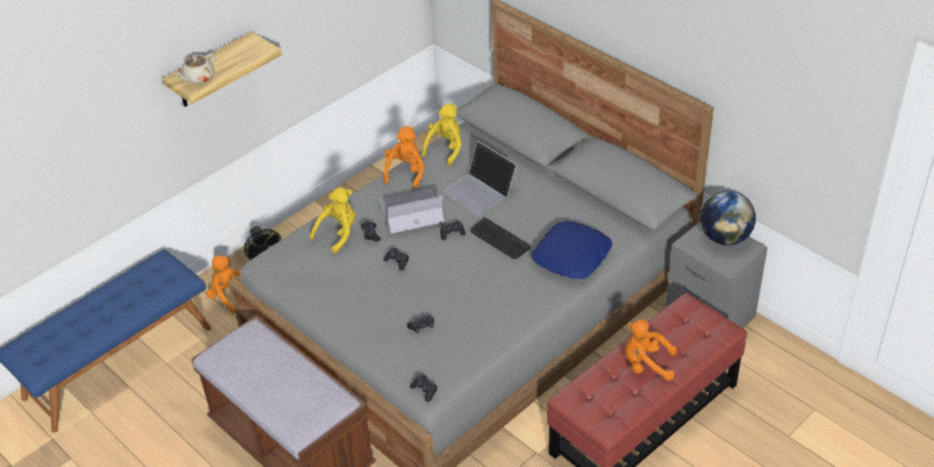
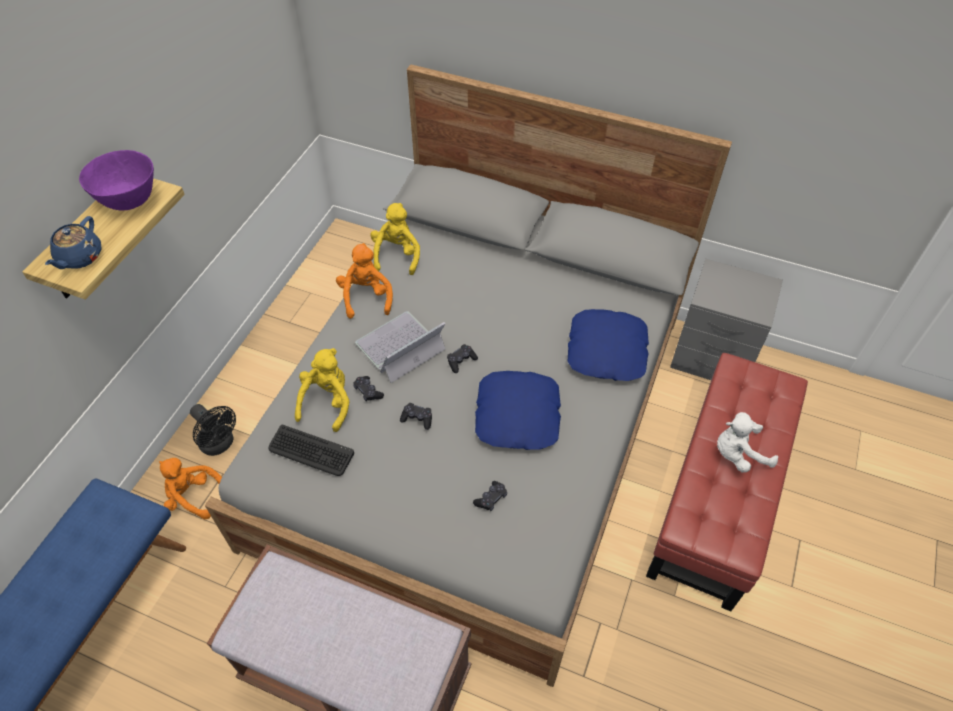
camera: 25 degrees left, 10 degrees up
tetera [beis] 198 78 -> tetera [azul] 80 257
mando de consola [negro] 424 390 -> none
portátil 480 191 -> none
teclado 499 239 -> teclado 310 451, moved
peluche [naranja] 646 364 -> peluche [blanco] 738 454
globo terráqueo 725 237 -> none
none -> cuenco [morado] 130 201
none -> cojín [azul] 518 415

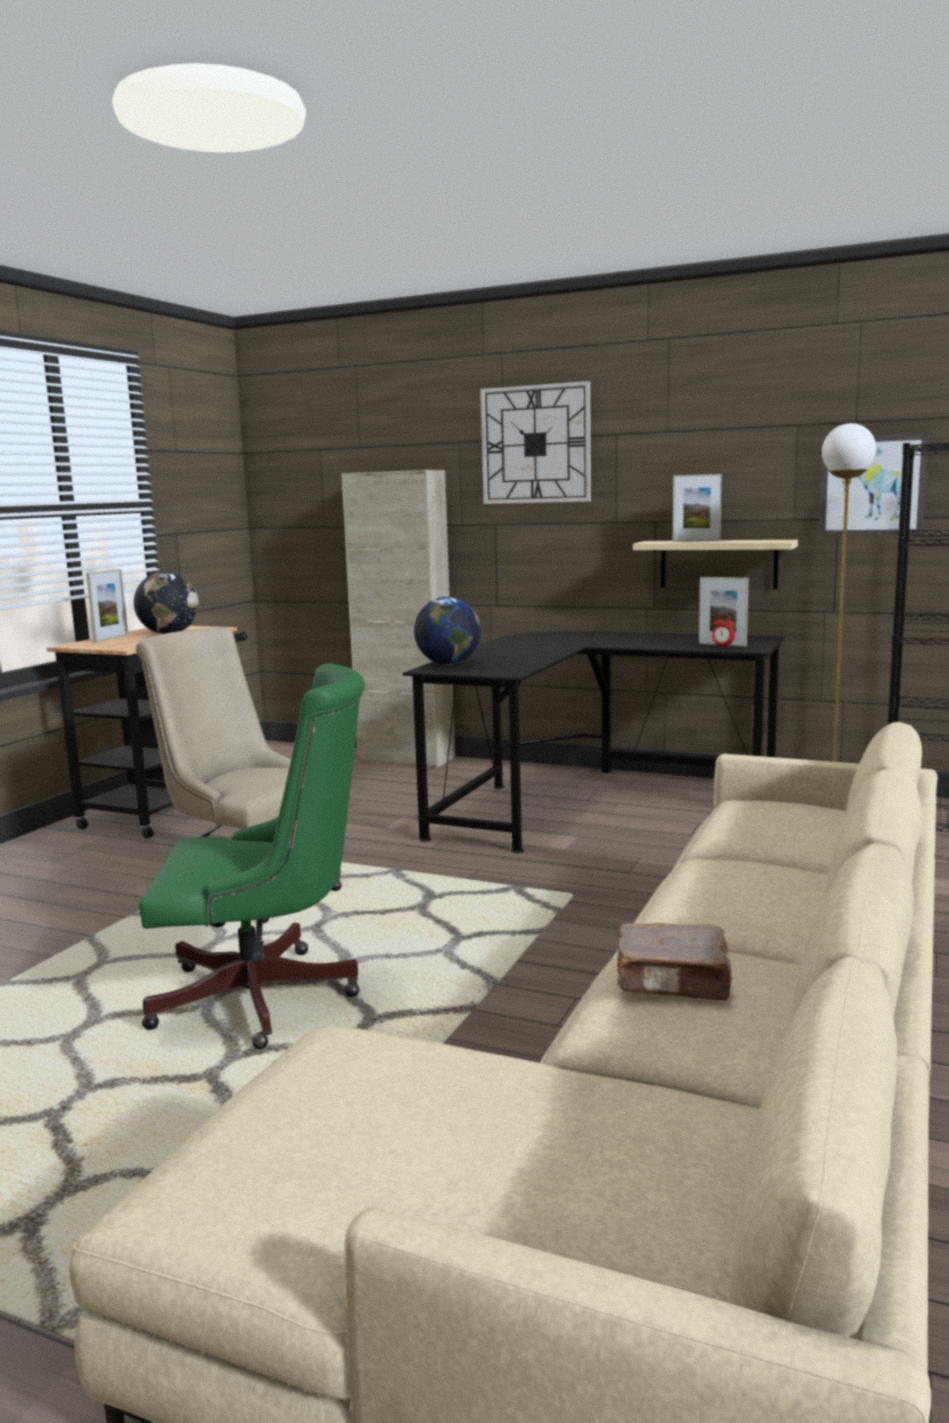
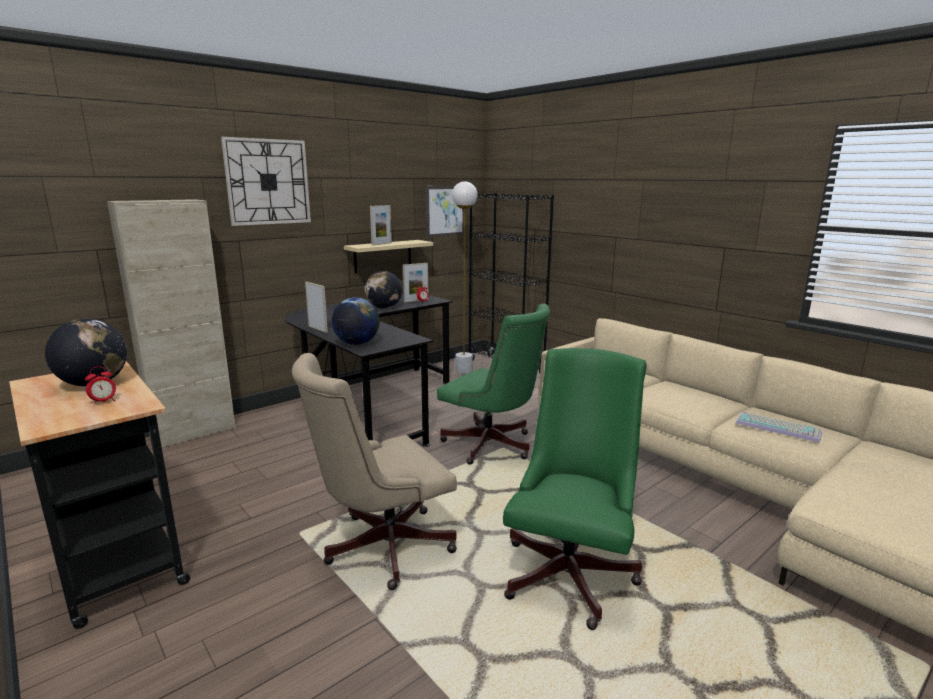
camera: 65 degrees left, 5 degrees up
portarretratos 111 638 -> portarretratos 318 329, moved
libro [marrón] 674 982 -> teclado 779 427
none -> despertador 104 402
none -> globo terráqueo 384 308
none -> silla de oficina [verde] 493 446

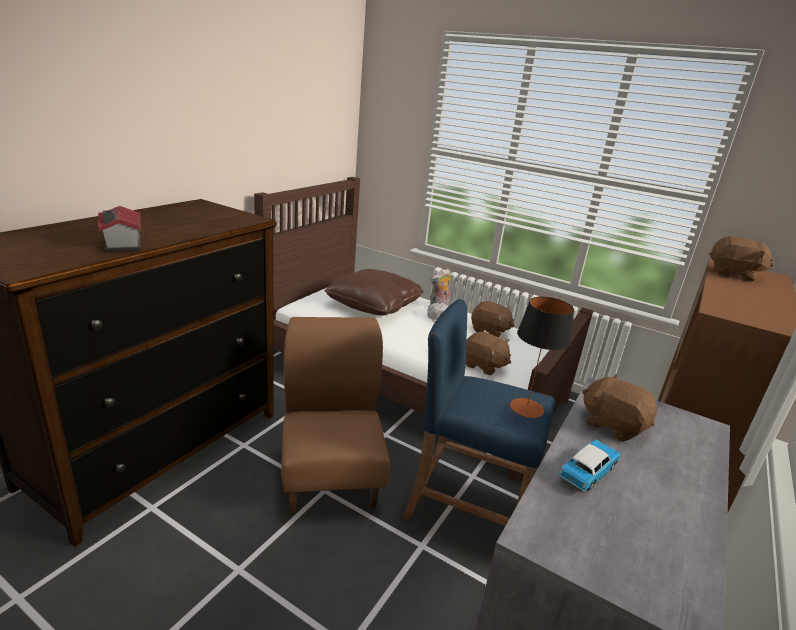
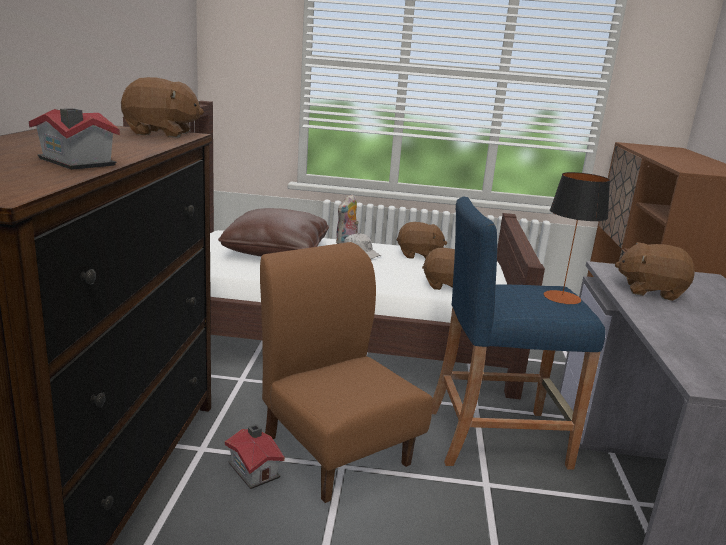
camera: 25 degrees left, 5 degrees down
coche de juguete 587 472 -> none
peluche [marrón] 733 274 -> peluche [marrón] 161 133, moved
none -> casita 254 469

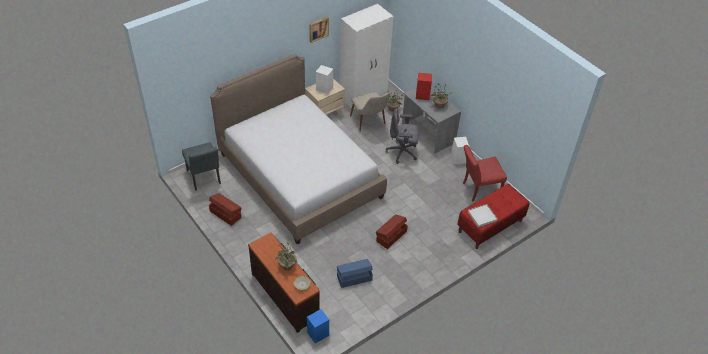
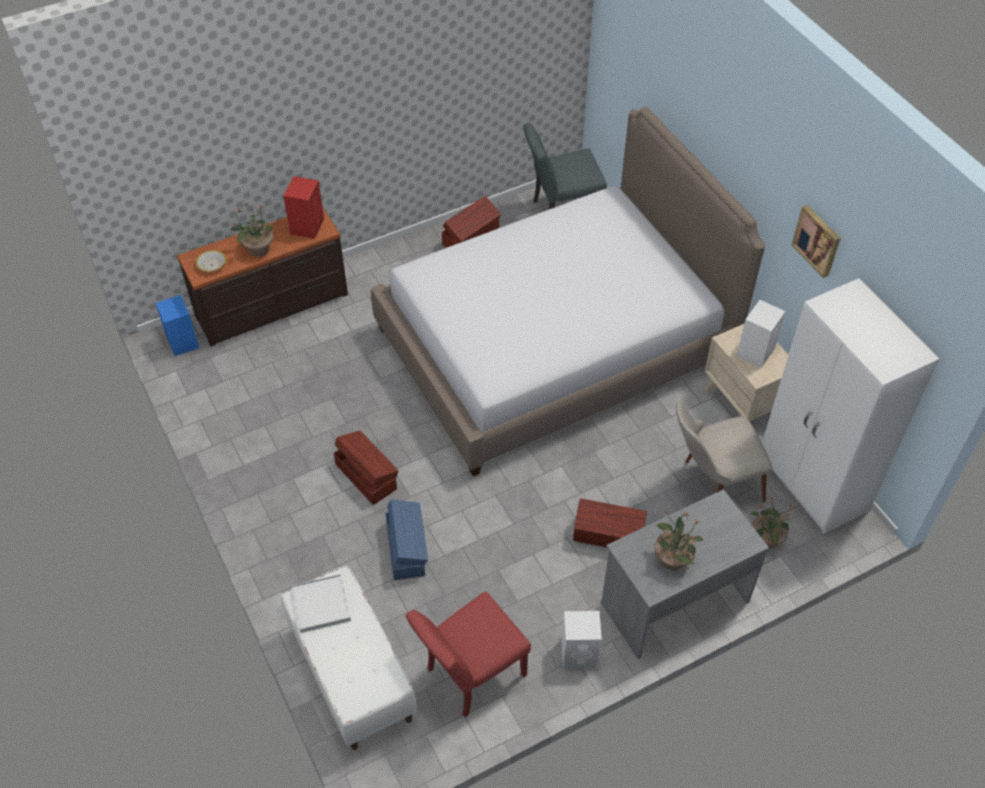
camera: 100 degrees right, 5 degrees up
caja de almacenaje [azul] 354 278 -> caja de almacenaje [azul] 406 548, moved
silla de oficina [gris] 402 152 -> caja de almacenaje [marrón] 608 535
altavoz [rojo] 422 95 -> altavoz [rojo] 307 225, moved
banco [rojo] 490 226 -> banco [blanco] 351 673
silla [rojo] 478 189 -> silla [rojo] 469 676, 120 degrees counterclockwise

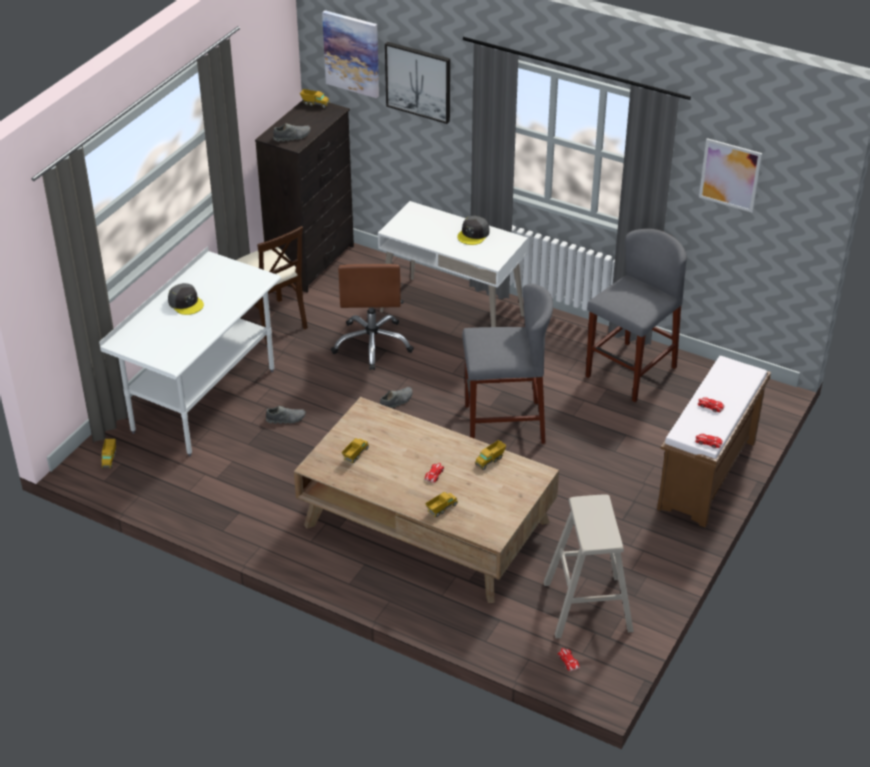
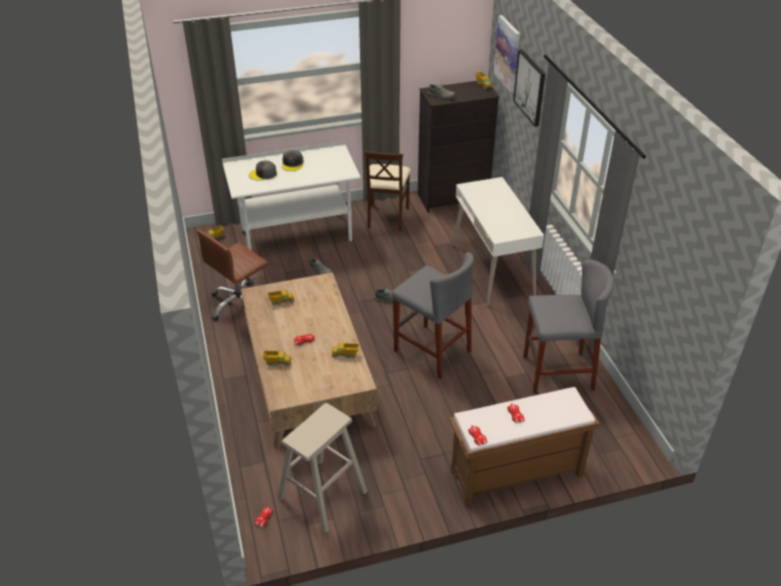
camera: 45 degrees right, 0 degrees up
silla de oficina [marrón] 372 344 -> silla de oficina [marrón] 241 304, moved
gorra [gris] 473 234 -> gorra [gris] 263 174, moved
cuadro 730 175 -> none

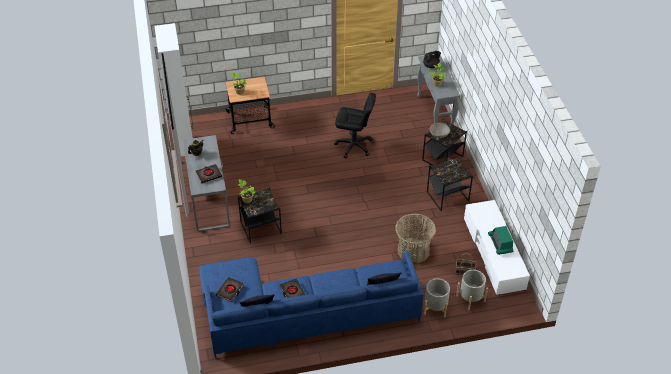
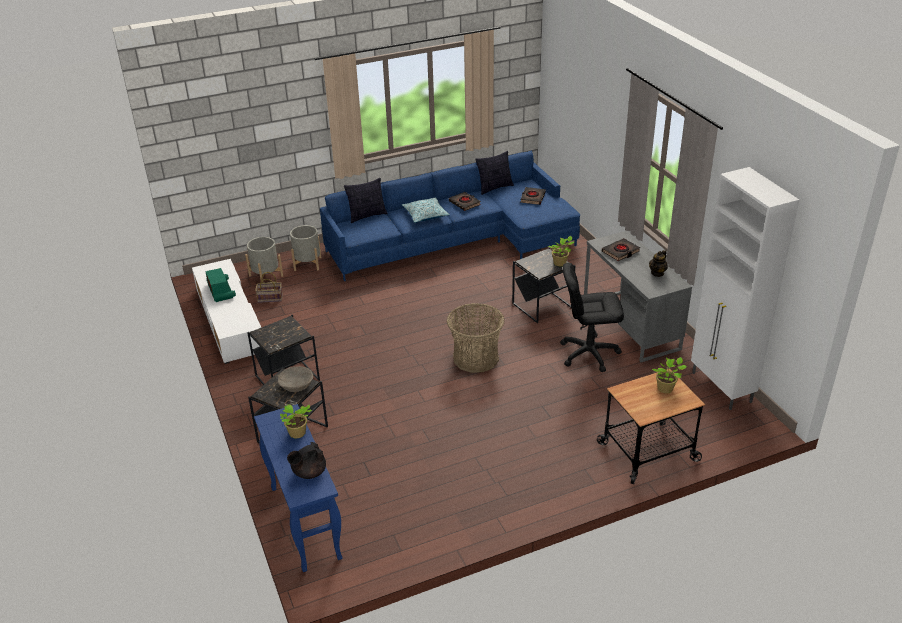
camera: 170 degrees right, 10 degrees down
silla de oficina [negro] 354 146 -> silla de oficina [negro] 589 353, moved
cesta 413 251 -> cesta 475 358, moved
mesa consola [gris] 435 113 -> mesa consola [azul] 304 521
none -> cojín 425 215

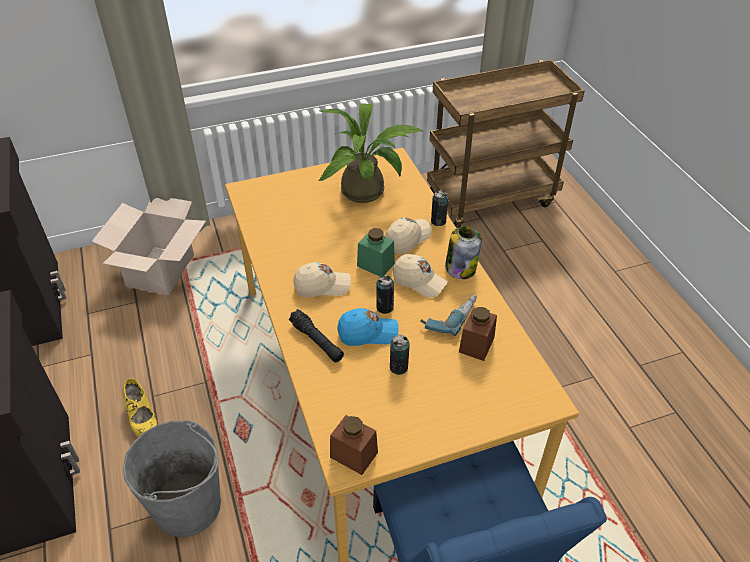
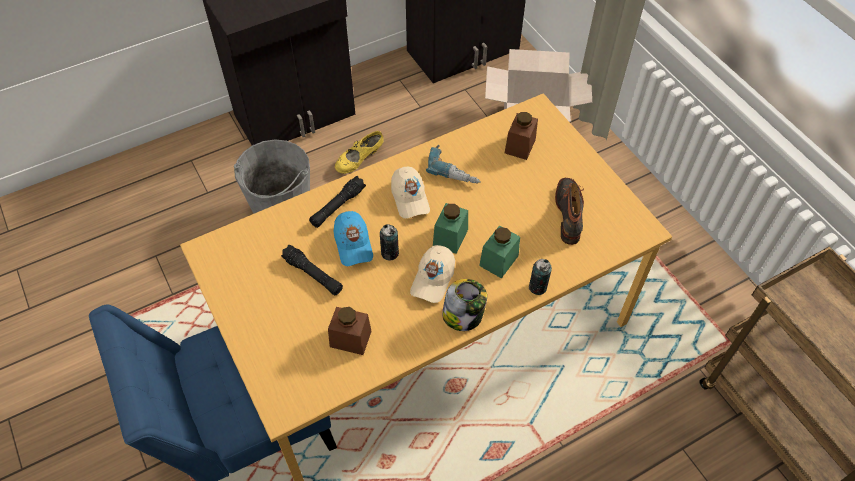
camera: 80 degrees right, 10 degrees up
planta en maceta 368 192 -> bota 570 214
tarro [marrón] 354 454 -> tarro [marrón] 520 146, moved
gorra [beis] 407 239 -> tarro [verde] 499 260
lata 399 367 -> linterna [negro] 313 274
taladro 449 316 -> taladro 455 169, moved

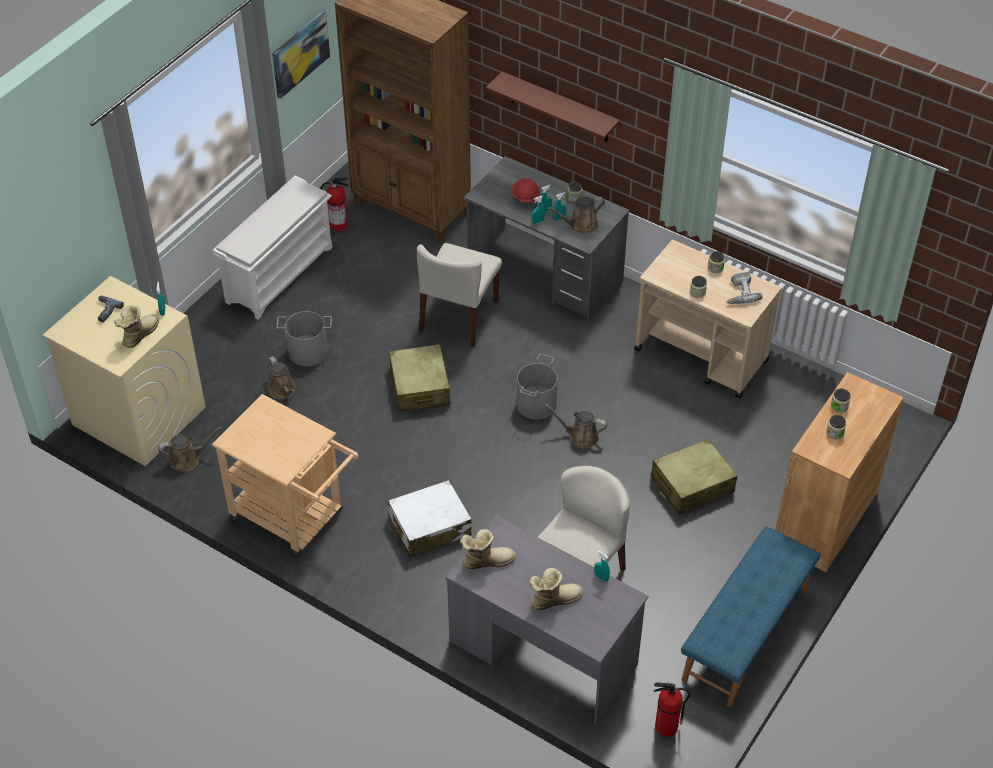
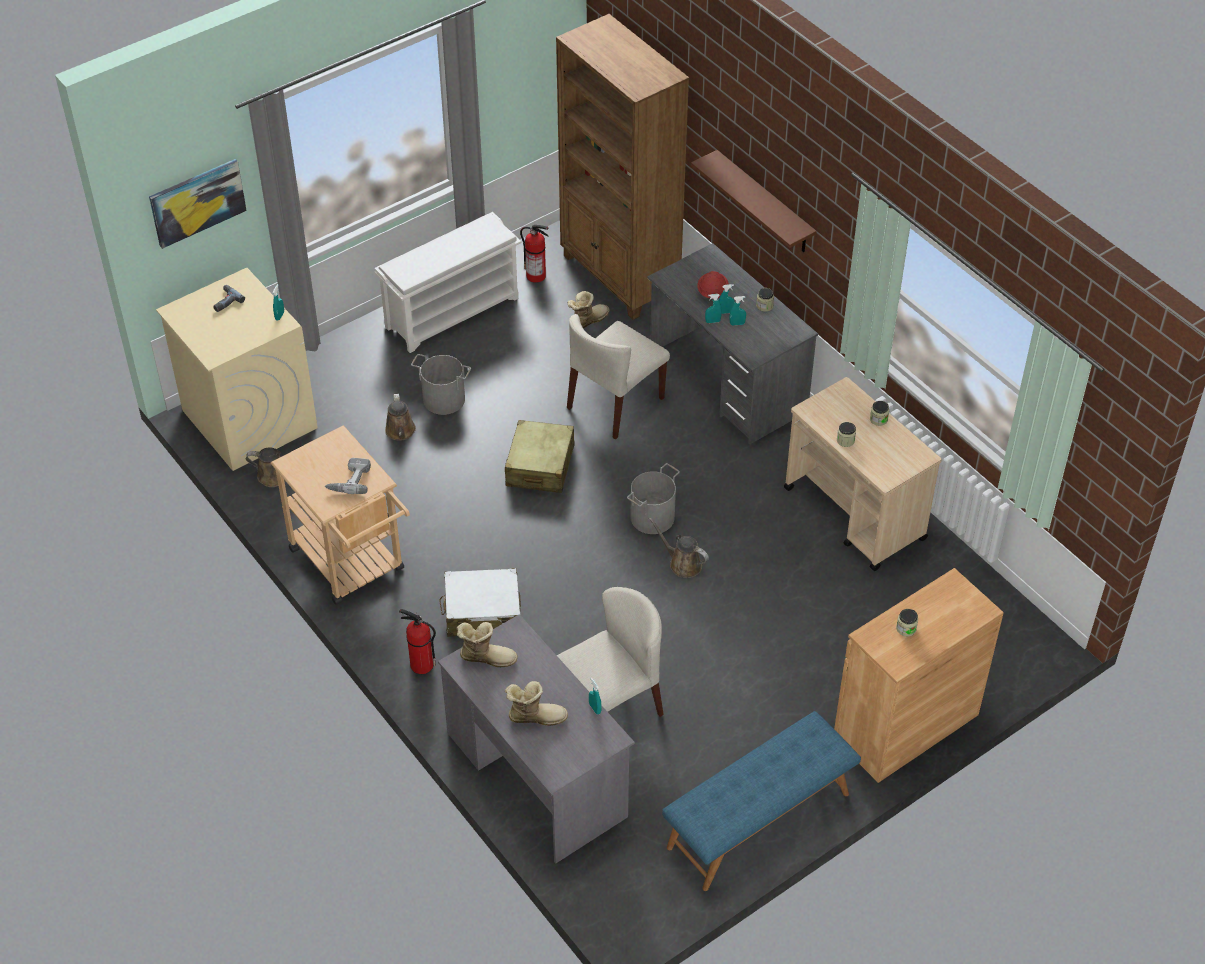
camera: 20 degrees right, 0 degrees up
bota 138 335 -> bota 587 320, moved
cuadro 300 54 -> cuadro 197 202, moved
regadera [marrón] 580 225 -> none
maleta [beis] 691 485 -> none
extintor 665 727 -> extintor 421 665, moved
taladro 739 293 -> taladro 349 480, moved
tarro 839 406 -> none

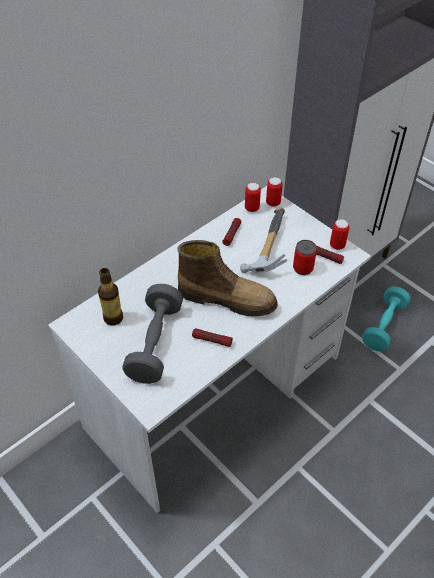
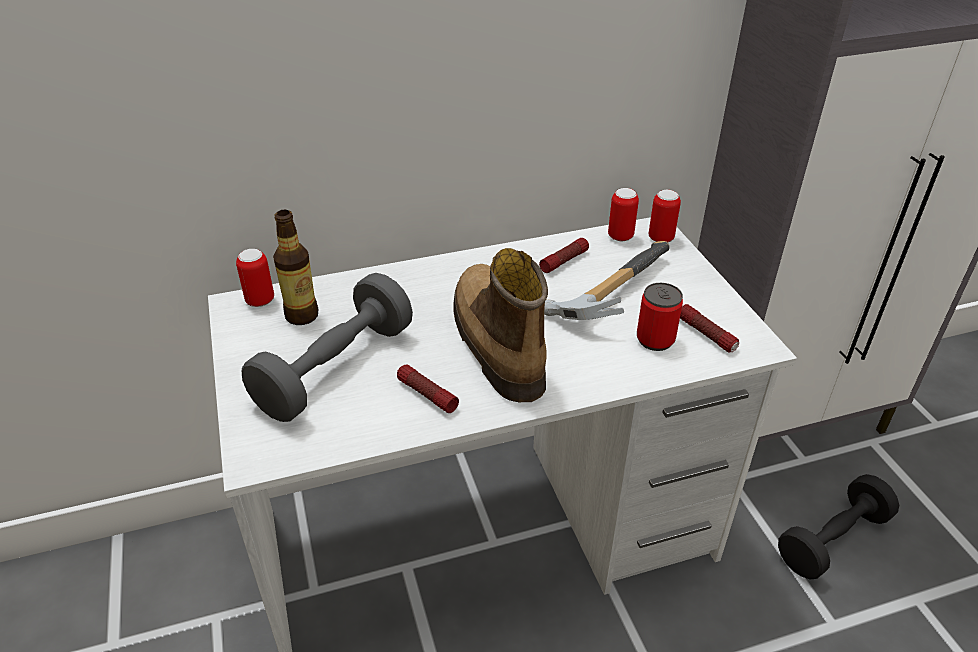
camera: 25 degrees right, 10 degrees down
bota 227 298 -> bota 495 343, 150 degrees counterclockwise
lata 337 245 -> lata 260 300, moved
mancuerna [turquesa] 384 326 -> mancuerna [negro] 832 540

